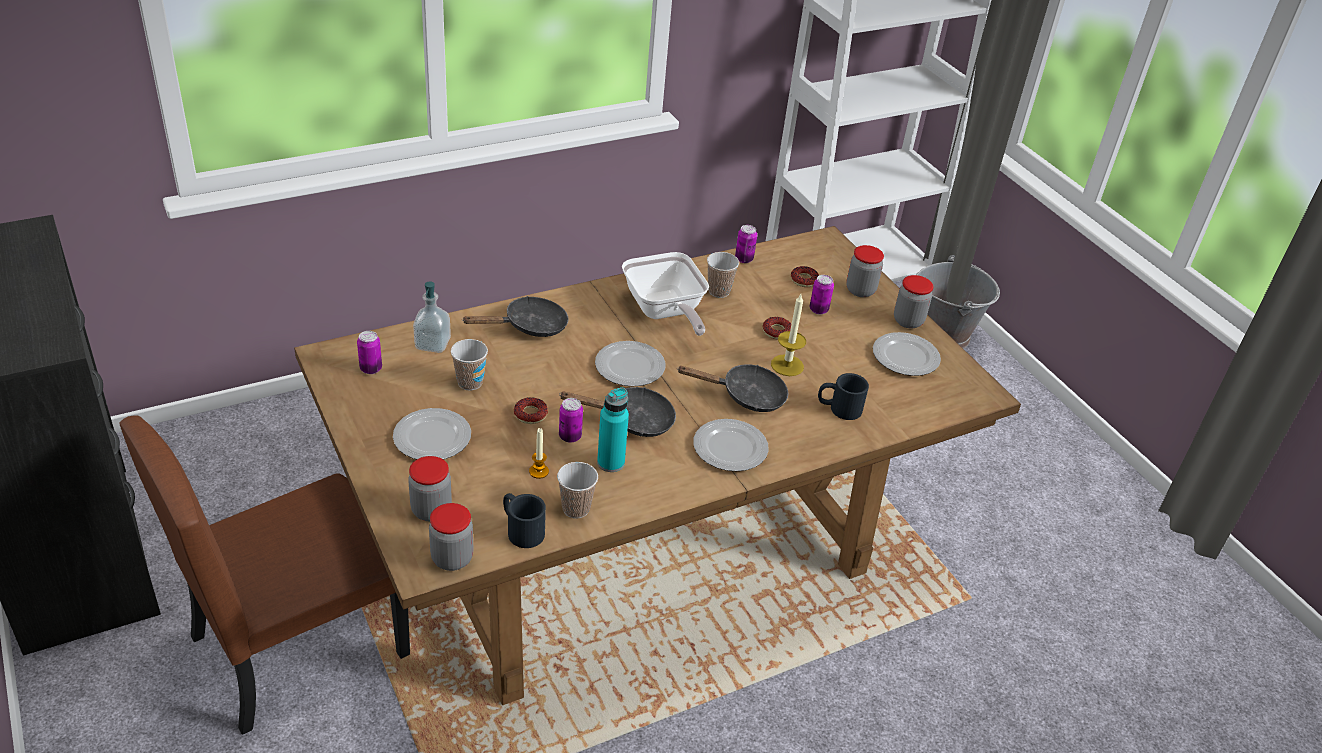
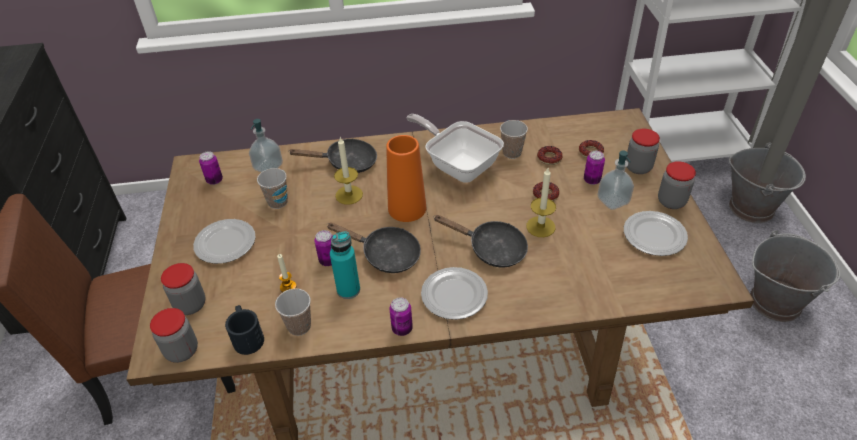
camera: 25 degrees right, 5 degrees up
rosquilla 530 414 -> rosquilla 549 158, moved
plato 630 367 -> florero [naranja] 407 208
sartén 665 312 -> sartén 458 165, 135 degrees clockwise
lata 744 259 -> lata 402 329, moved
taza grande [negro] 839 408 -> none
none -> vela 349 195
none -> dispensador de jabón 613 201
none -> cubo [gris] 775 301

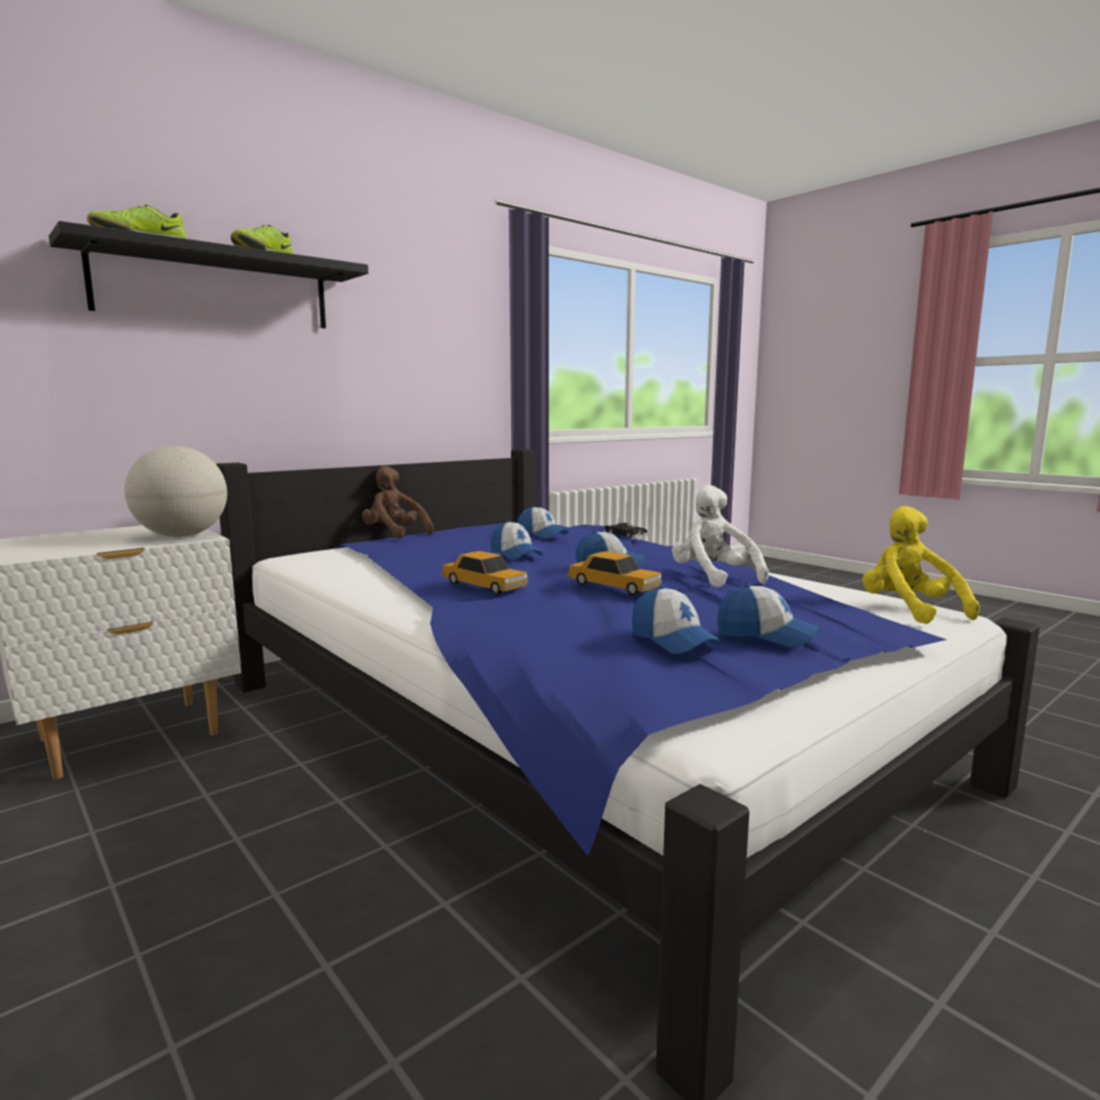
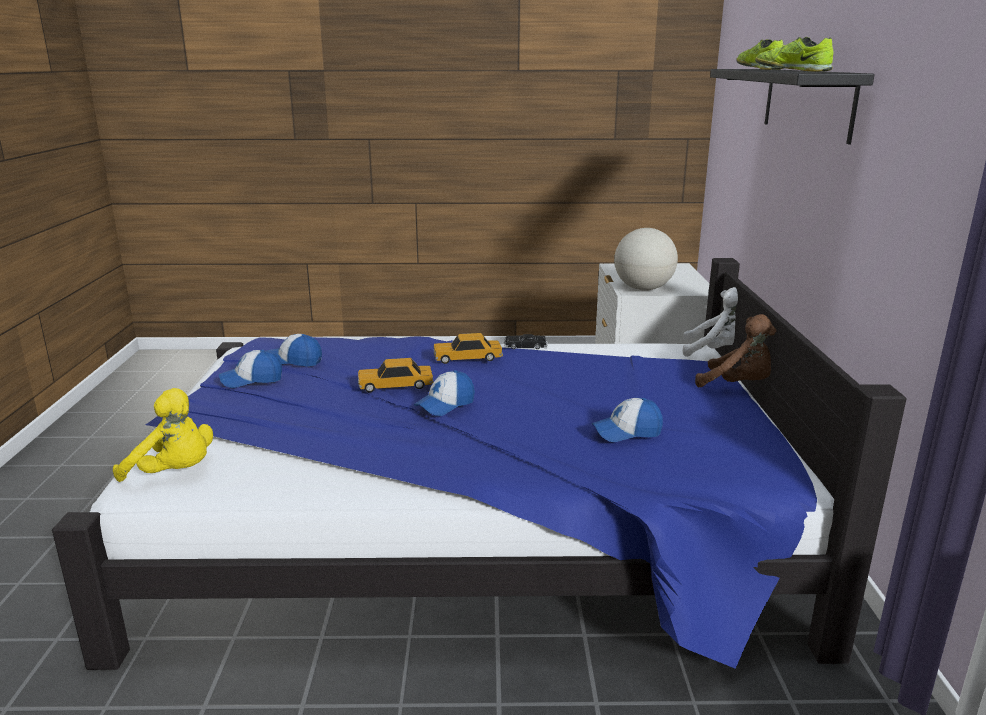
camera: 130 degrees right, 10 degrees up
peluche [marrón] 394 534 -> peluche [marrón] 738 385, 45 degrees clockwise
gorra 515 554 -> none
coche de juguete [negro] 625 535 -> coche de juguete [negro] 525 346, moved
peluche [blanco] 713 578 -> peluche [blanco] 715 351, moved

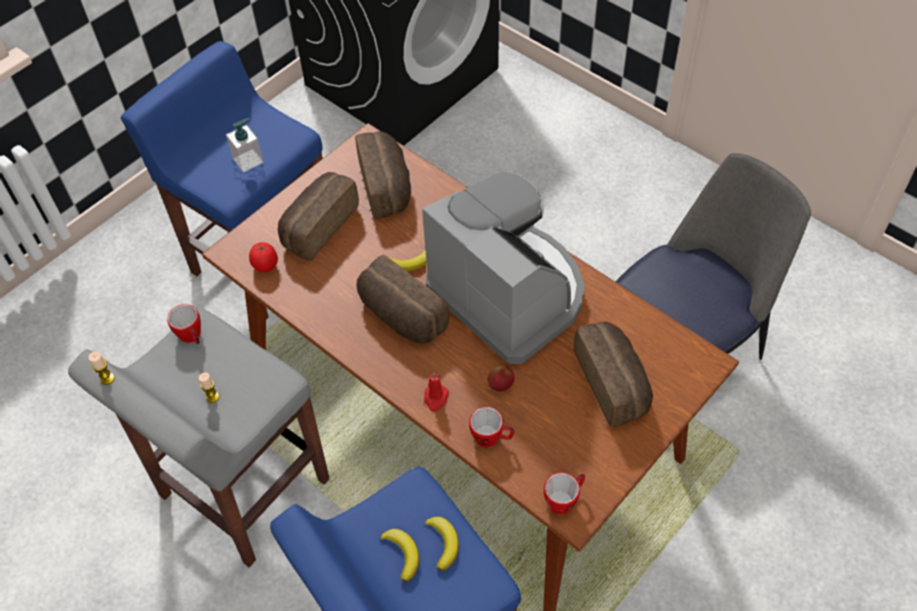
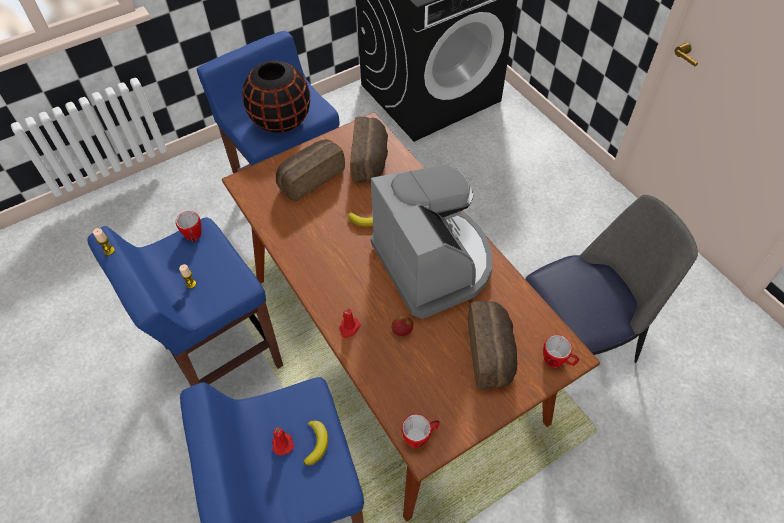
camera: 15 degrees right, 0 degrees up
taburete [gris] 242 489 -> taburete [azul] 221 356
dispensador de jabón 248 160 -> florero [negro] 281 120
tomate 266 265 -> none
pan 400 316 -> none
plátano 402 554 -> vela [rojo] 282 443
taza grande 492 438 -> taza grande 557 361, moved

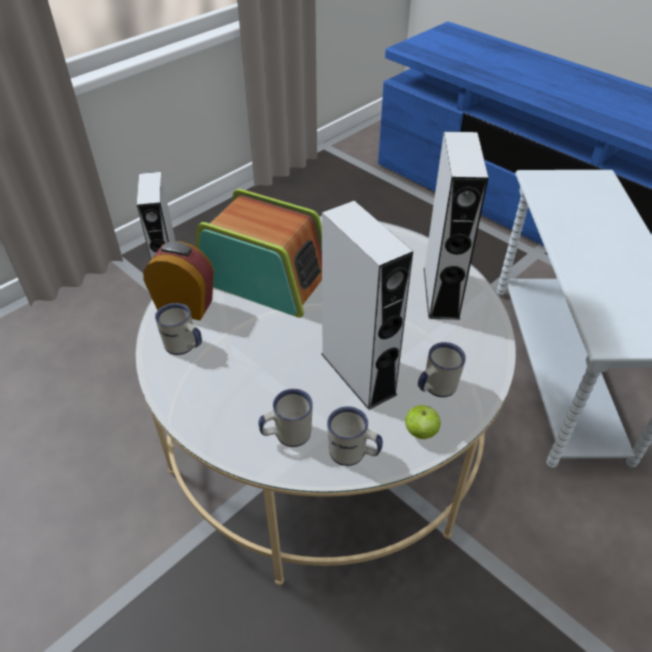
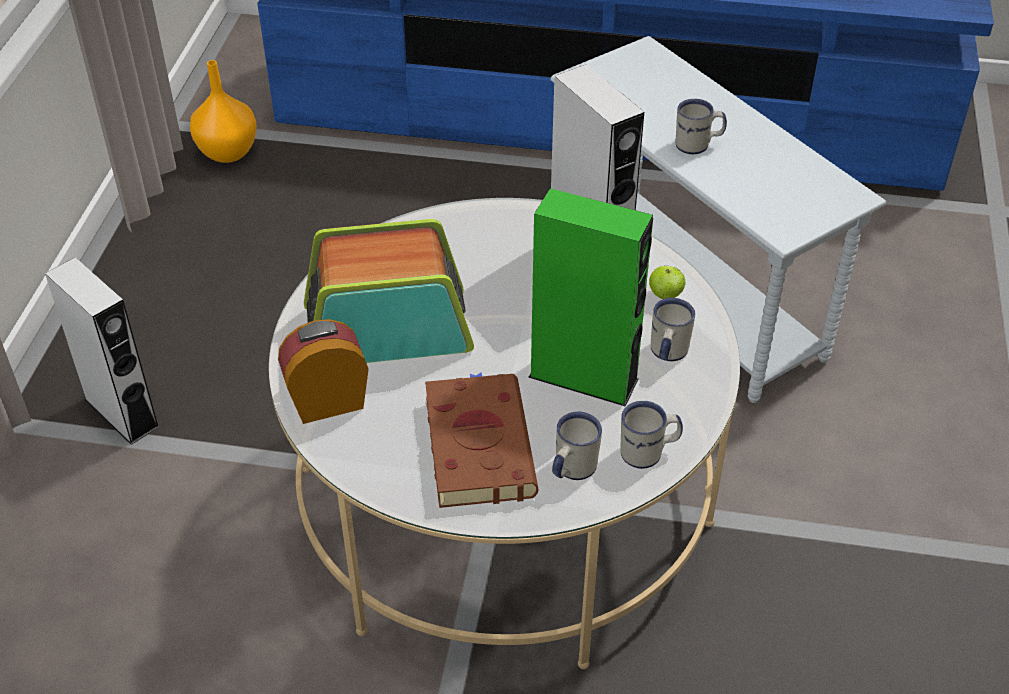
camera: 35 degrees left, 0 degrees up
taza grande [blanco] 184 347 -> taza grande [blanco] 698 145, moved
altavoz [gris] 358 373 -> altavoz [verde] 583 378
manzana 421 432 -> manzana 665 295, moved
none -> florero [naranja] 229 151
none -> libro [marrón] 477 443

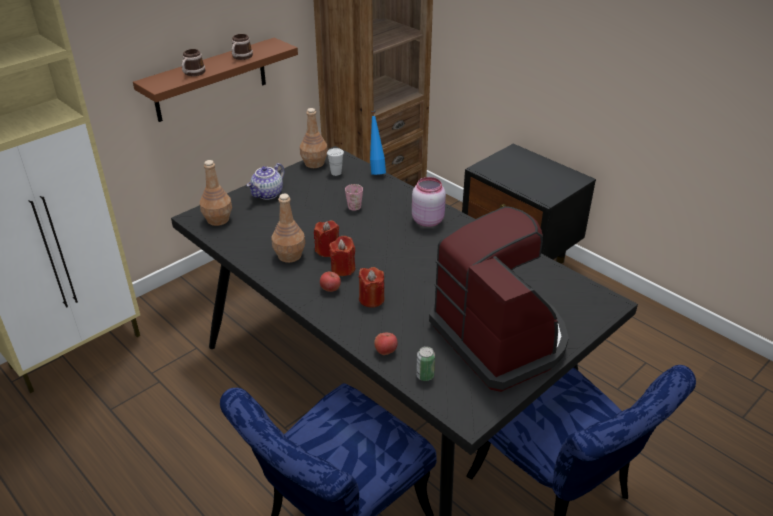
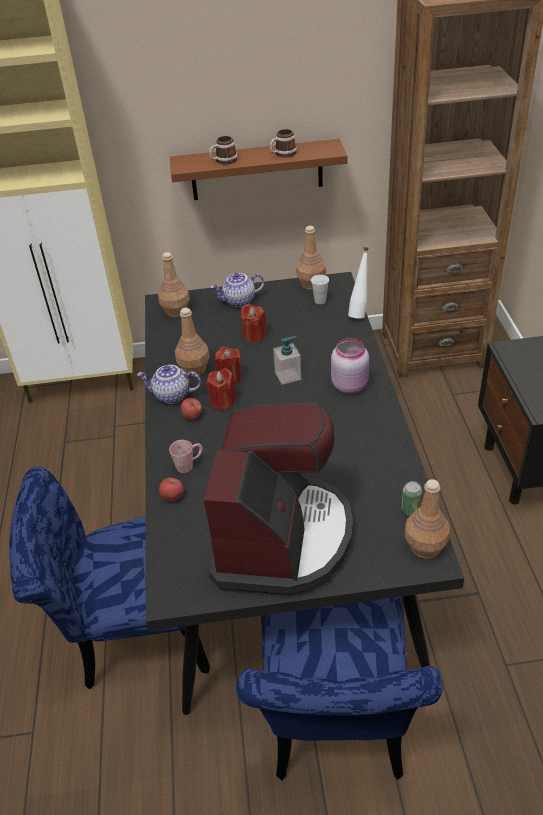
camera: 40 degrees right, 5 degrees up
taza grande [rosa] 355 204 -> taza grande [rosa] 189 464, moved
vela [rojo] 371 299 -> vela [rojo] 254 335, moved
botella [azul] 376 171 -> botella [blanco] 359 313
lata 425 376 -> lata 410 510, moved
none -> tetera 171 396
none -> dispensador de jabón 288 376
none -> botella [marrón] 424 546

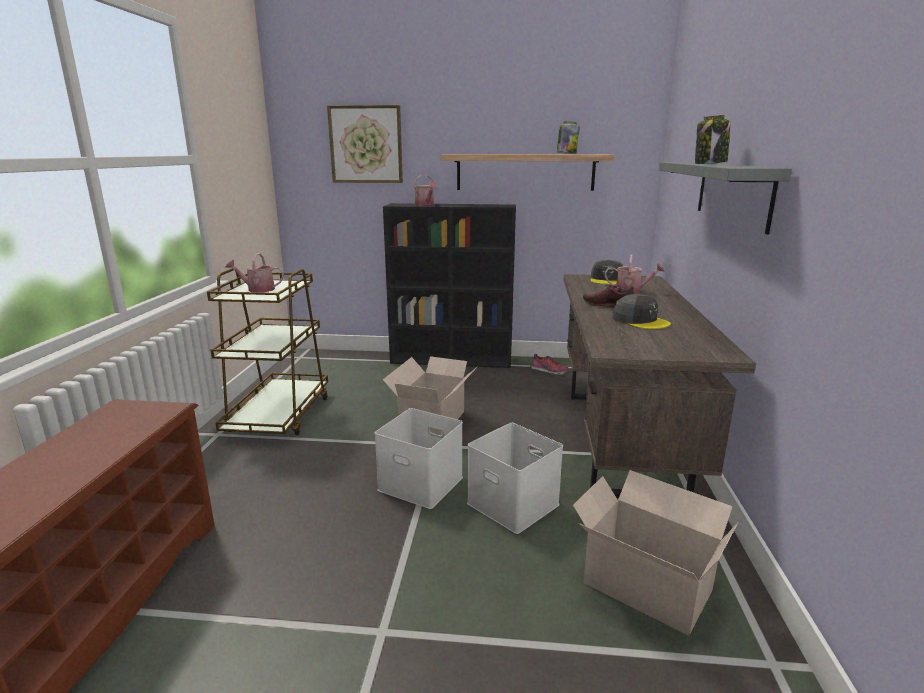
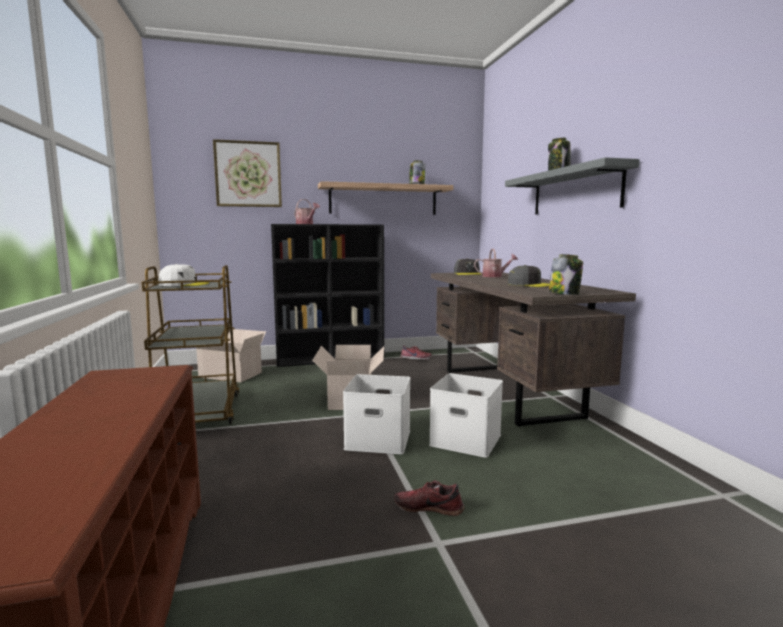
camera: 20 degrees left, 10 degrees down
regadera 257 289 -> gorra [blanco] 183 284
caja de cartón 644 584 -> caja de cartón 229 374, moved
zapato 609 306 -> zapato 429 507, moved
none -> tarro 564 293

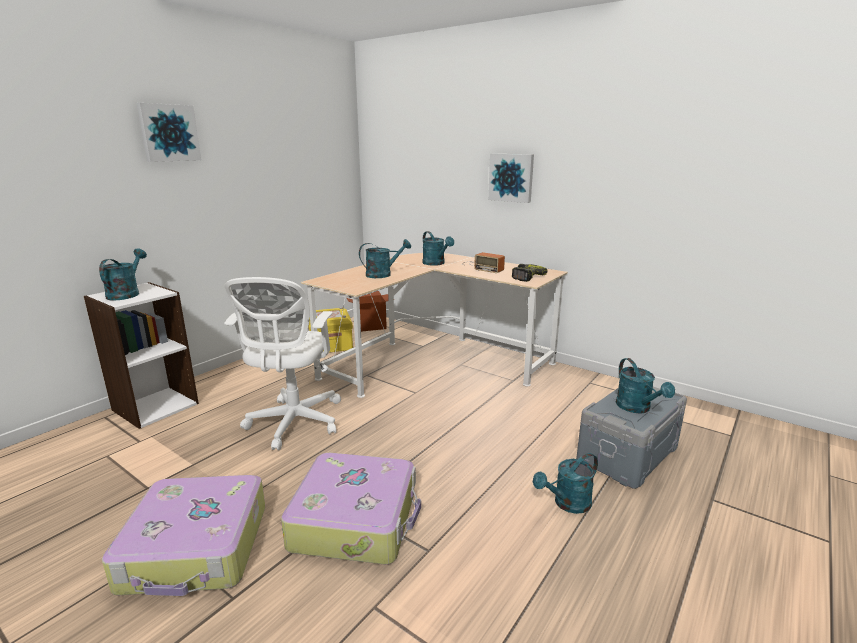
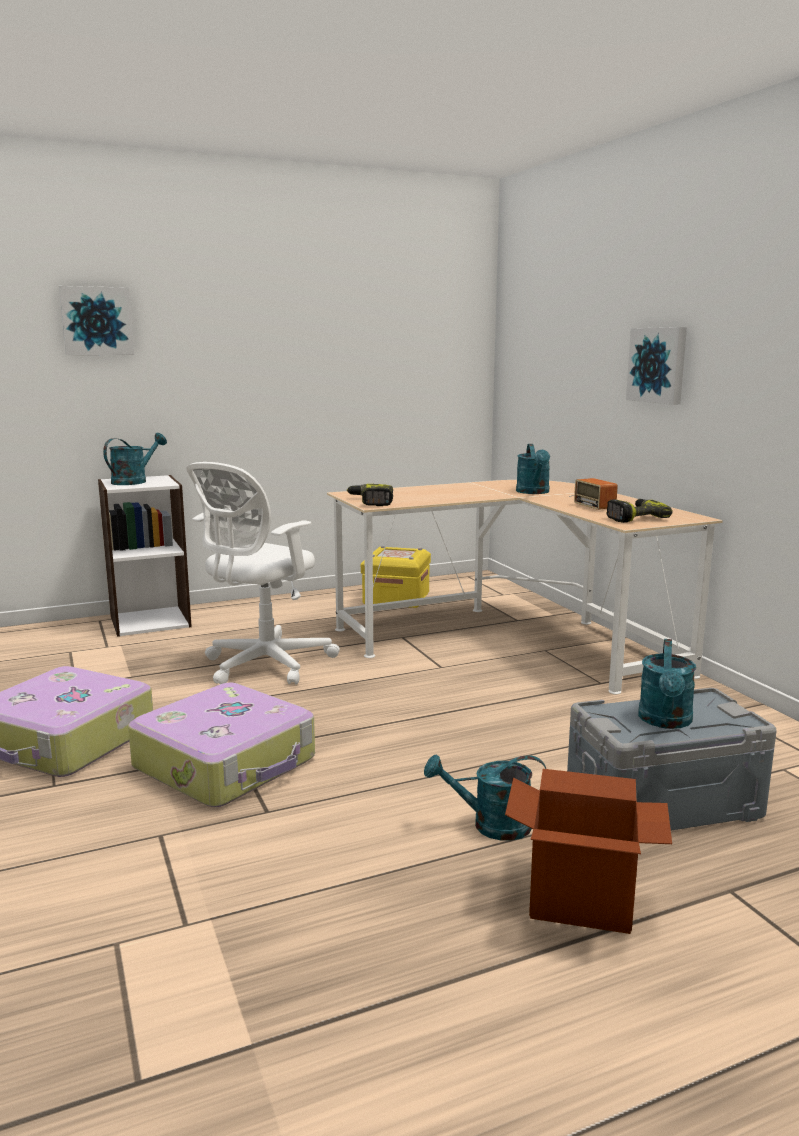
camera: 30 degrees right, 5 degrees down
cuadro 168 133 -> cuadro 97 321, moved
caja de cartón 370 326 -> caja de cartón 581 901, moved
regadera [turquesa] 383 274 -> none
none -> taladro 371 502

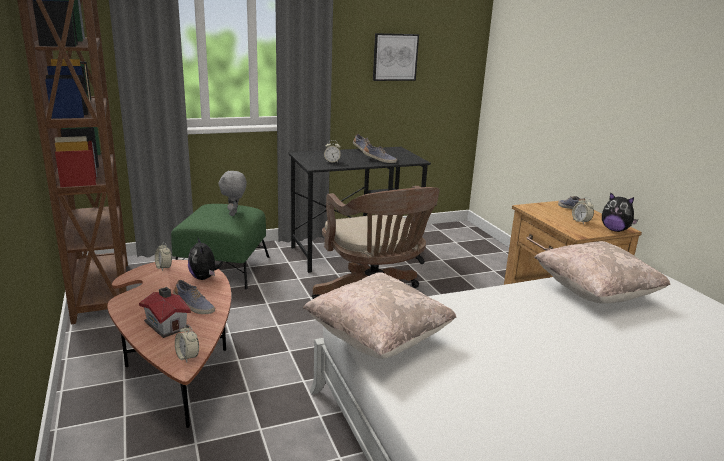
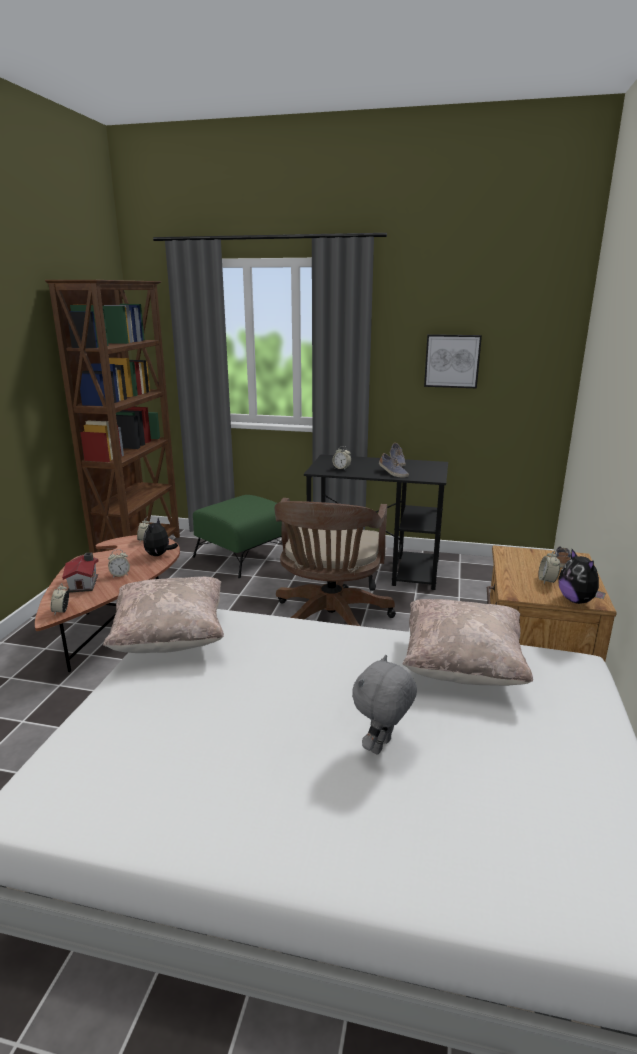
camera: 35 degrees right, 0 degrees up
zapato 193 306 -> despertador 120 575
peluche [gris] 234 214 -> peluche [gris] 382 747, moved

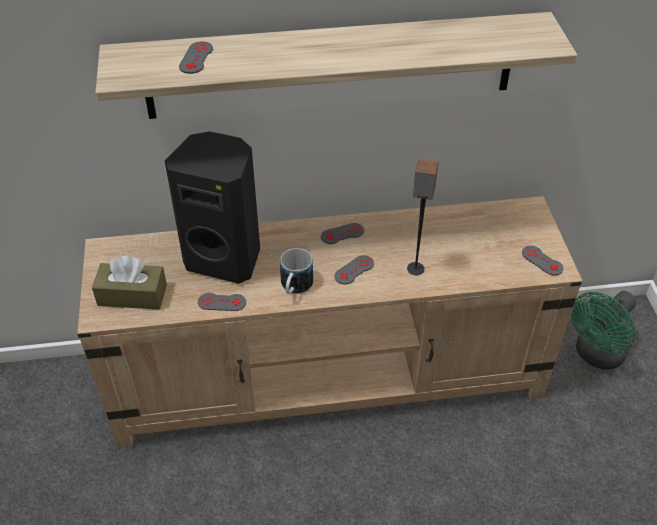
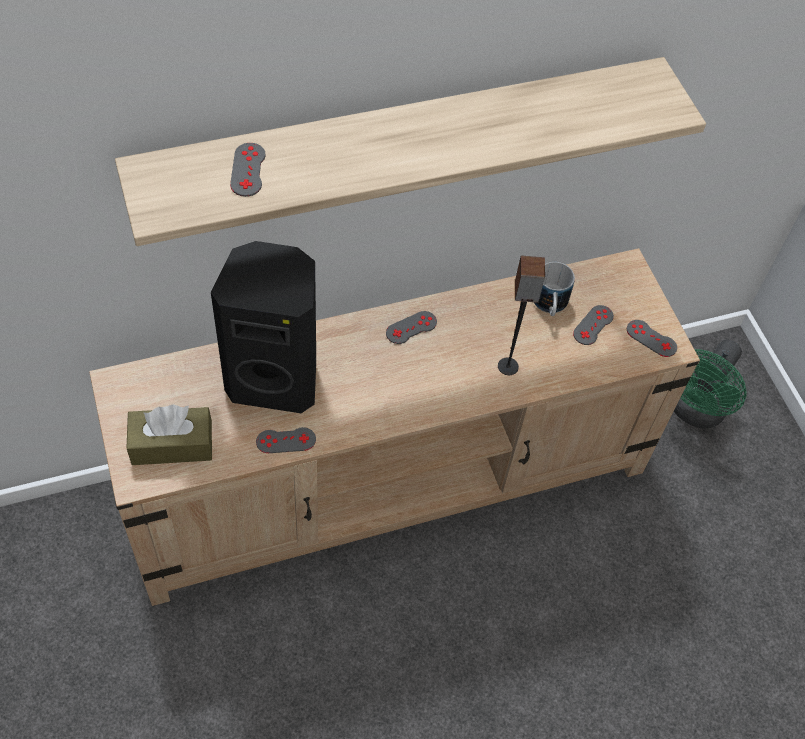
camera: 15 degrees left, 10 degrees up
taza grande 294 288 -> taza grande 549 306, moved
mando de consola [gris] 354 270 -> mando de consola [gris] 593 325, moved

